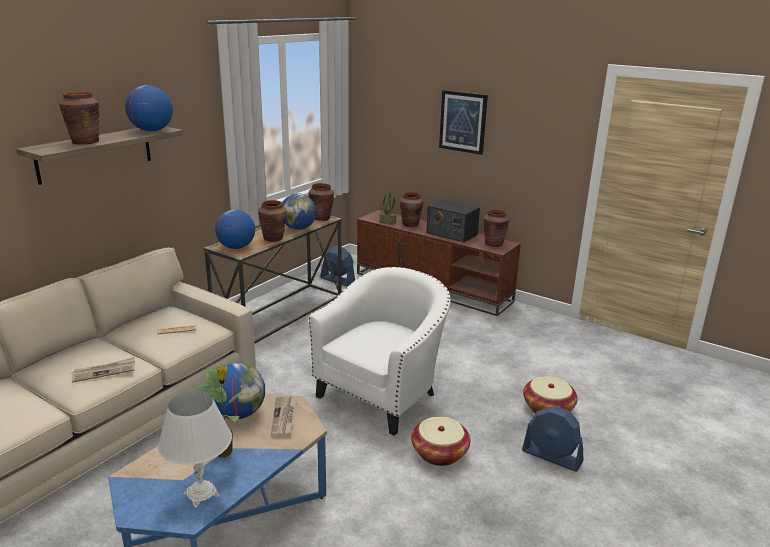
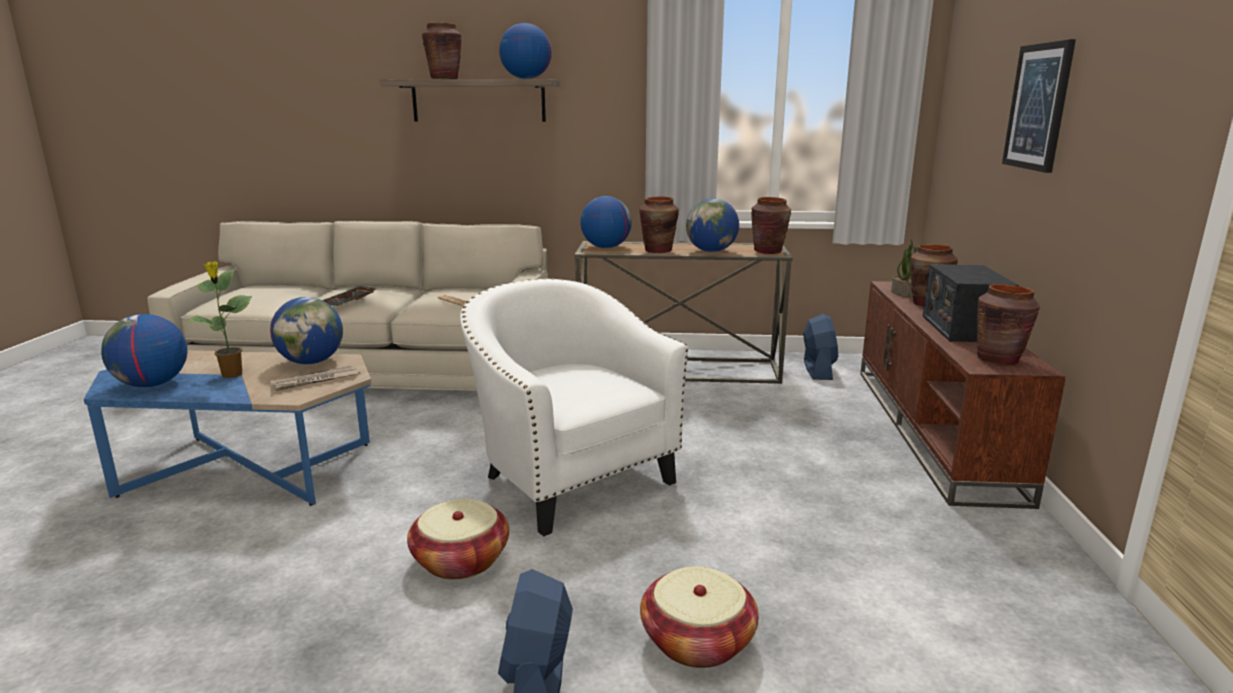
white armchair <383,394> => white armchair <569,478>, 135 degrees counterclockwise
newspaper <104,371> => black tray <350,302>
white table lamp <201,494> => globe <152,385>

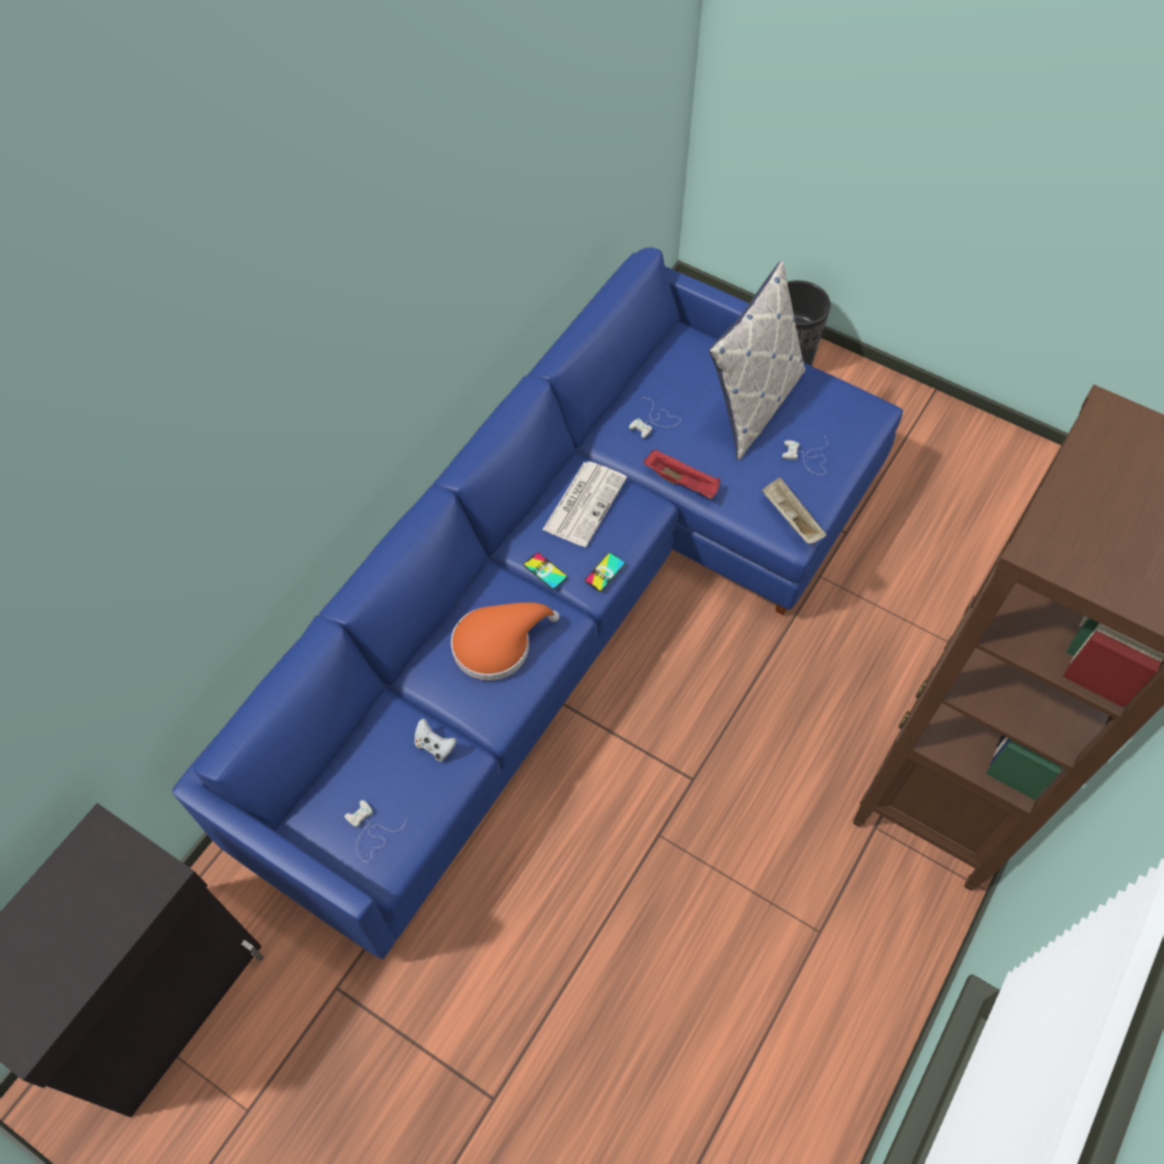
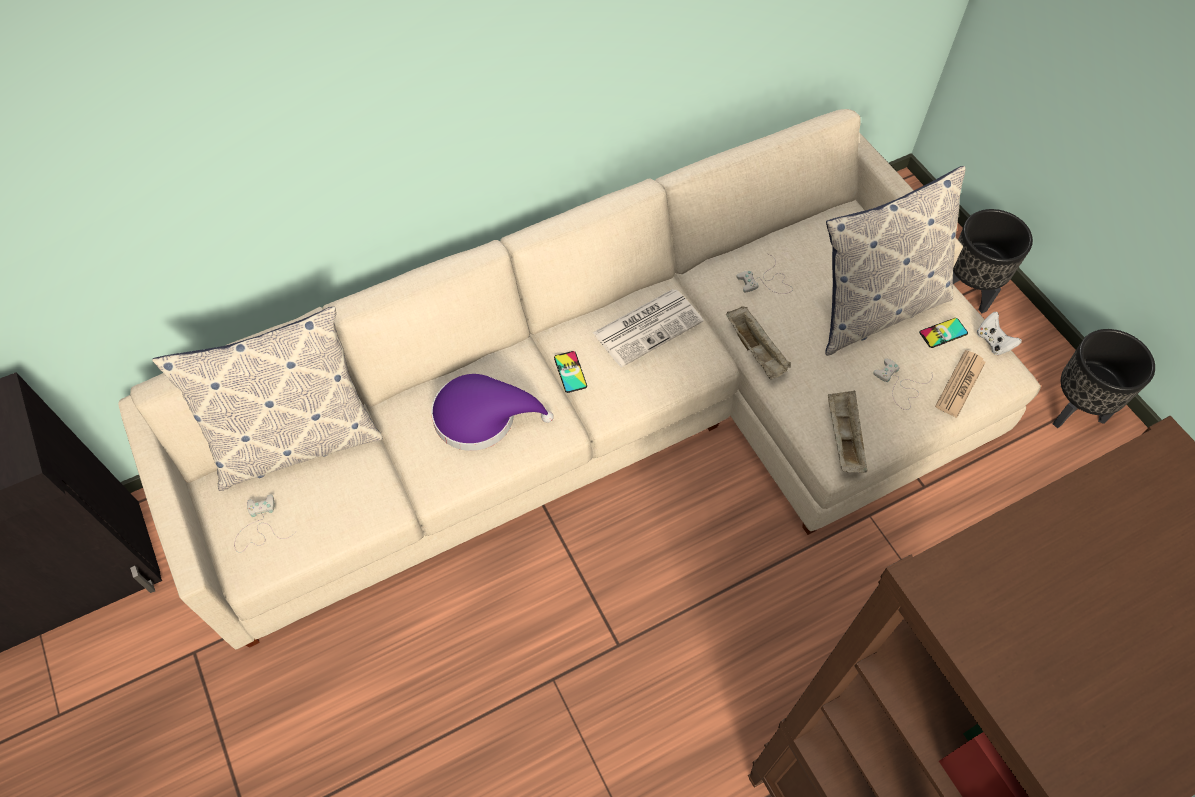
blue sofa <572,595> => beige sofa <617,414>
red tray <682,482> => beige tray <756,351>
phone <605,572> => phone <943,333>, relocated
orange hat <497,643> => purple hat <482,416>
white game controller <434,746> => white game controller <993,342>, relocated
nothing => pillow <296,442>
nothing => black planter <1075,411>
nothing => newspaper <960,384>

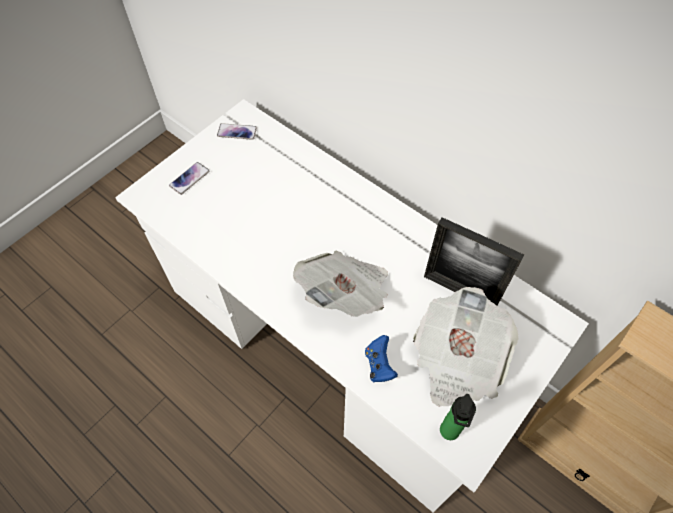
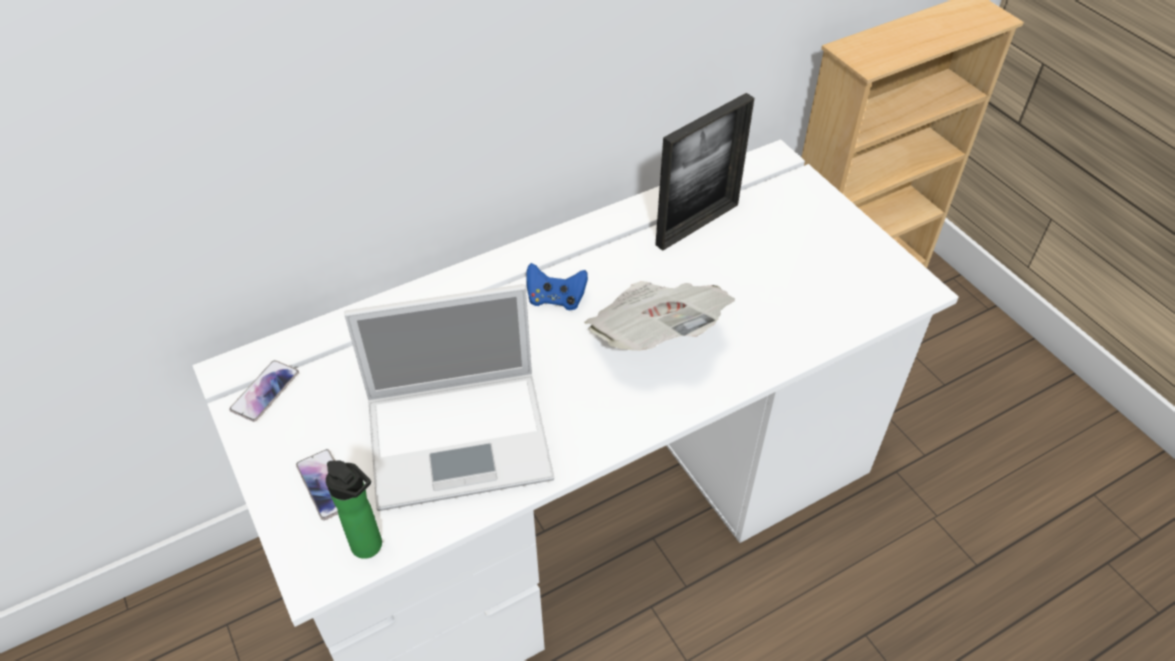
newspaper <457,360> => nothing
blue game controller <379,365> => blue game controller <556,299>, relocated
bottle <448,433> => bottle <370,548>, relocated
nothing => laptop <462,437>

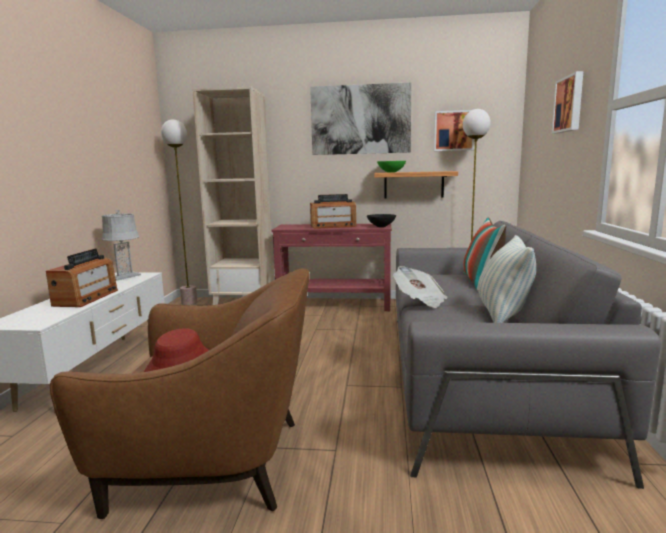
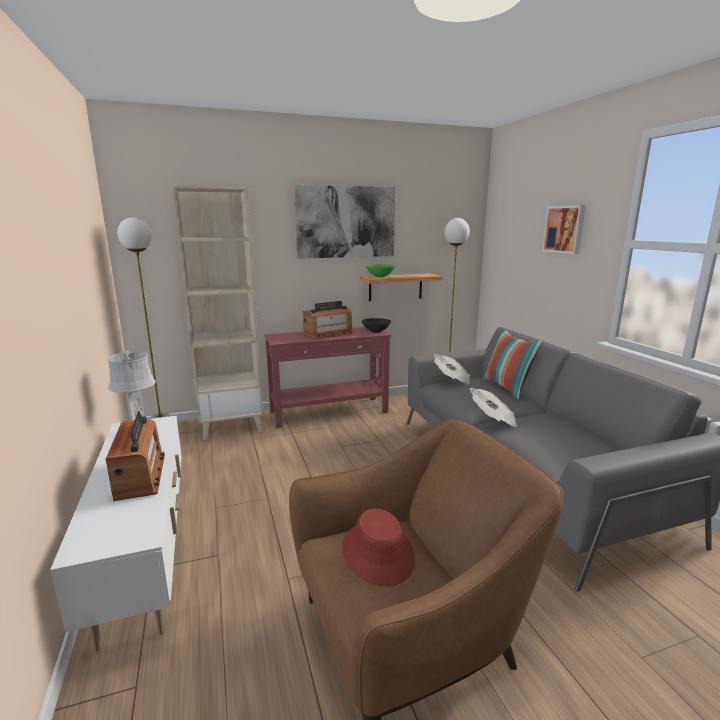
picture <453,131> => nothing
pillow <503,315> => nothing
nothing => newspaper <452,379>

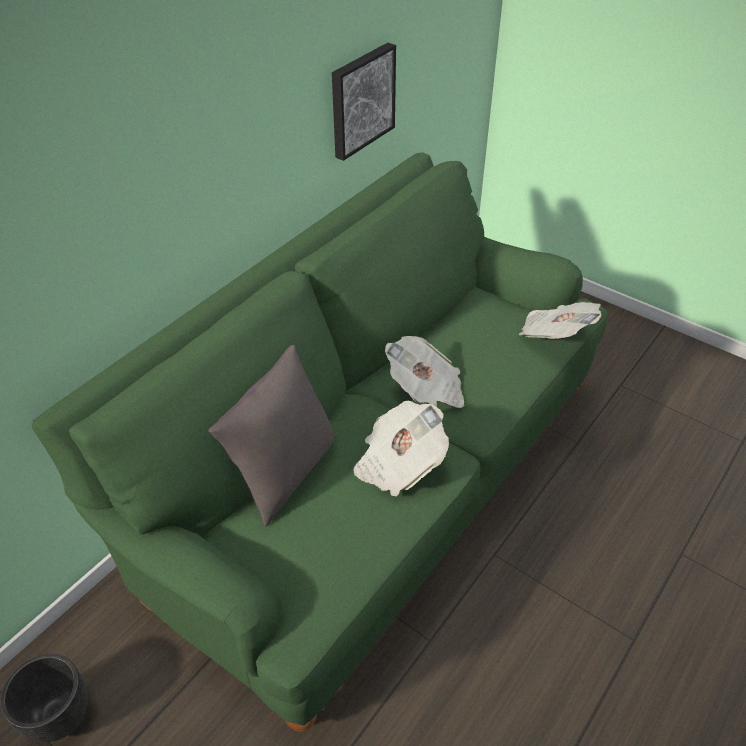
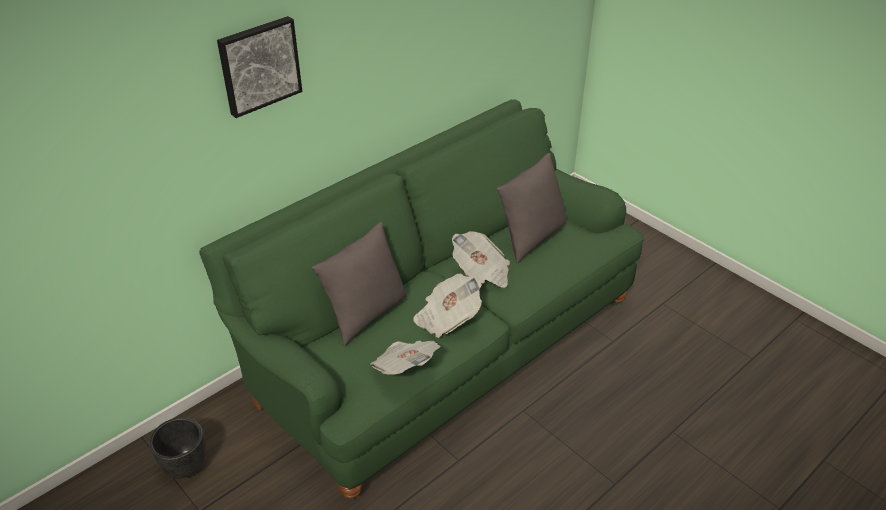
picture <361,100> => picture <259,65>, relocated
newspaper <555,335> => newspaper <405,368>, relocated
nothing => grey pillow <530,238>

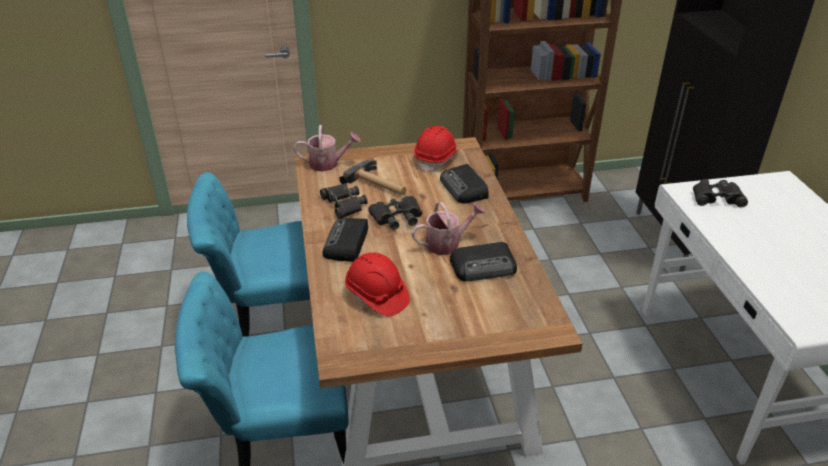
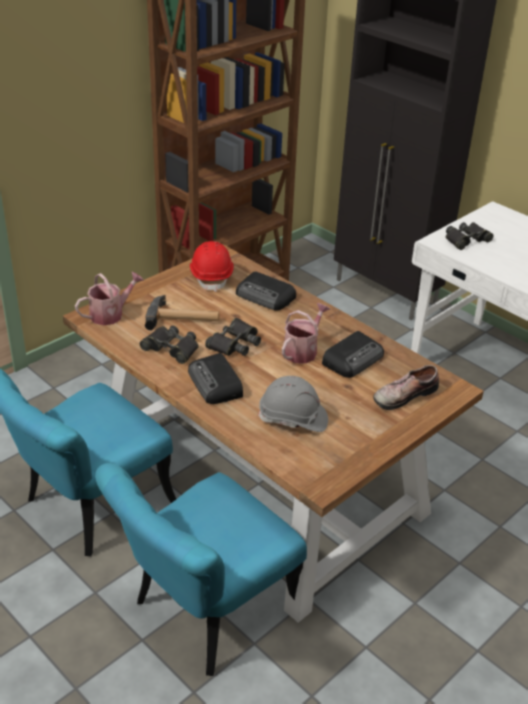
red hard hat <376,296> => grey hard hat <293,419>
nothing => shoe <403,394>

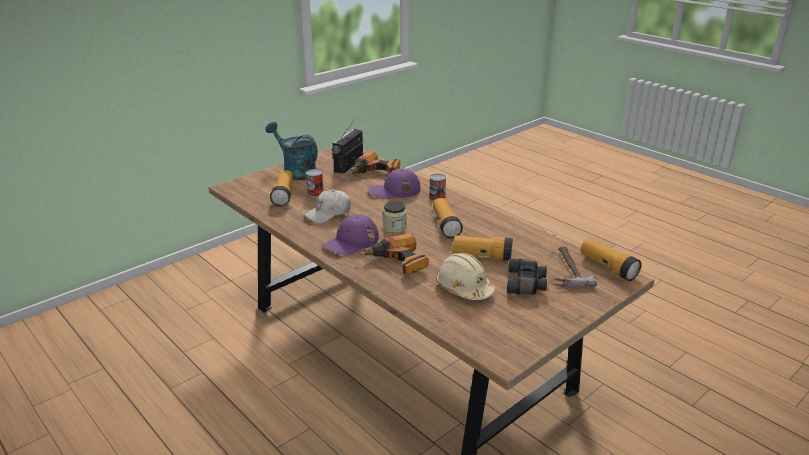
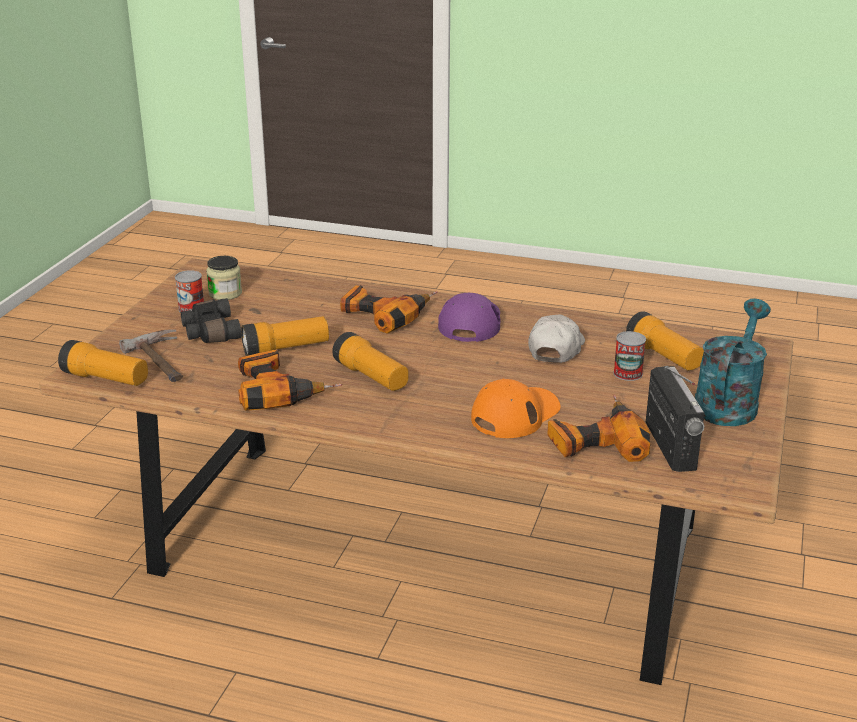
turquoise watering can <295,171> => turquoise watering can <728,402>, 75 degrees counterclockwise
purple cap <394,190> => orange cap <515,414>
can <437,197> => can <191,309>, relocated
jar <394,228> => jar <225,293>, relocated
beige hard hat <464,288> => nothing
nothing => power drill <280,390>

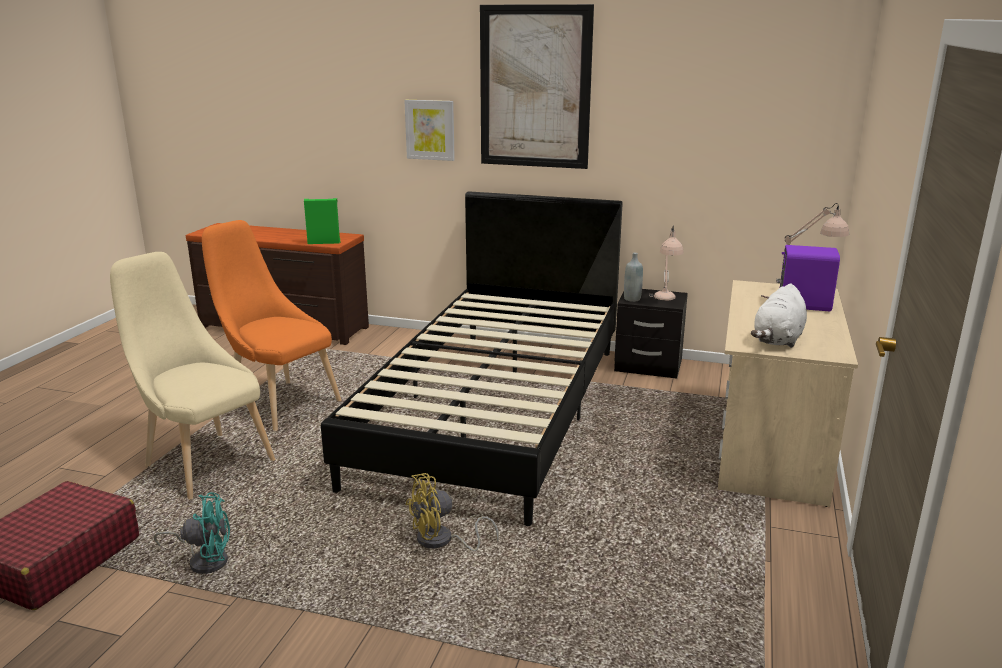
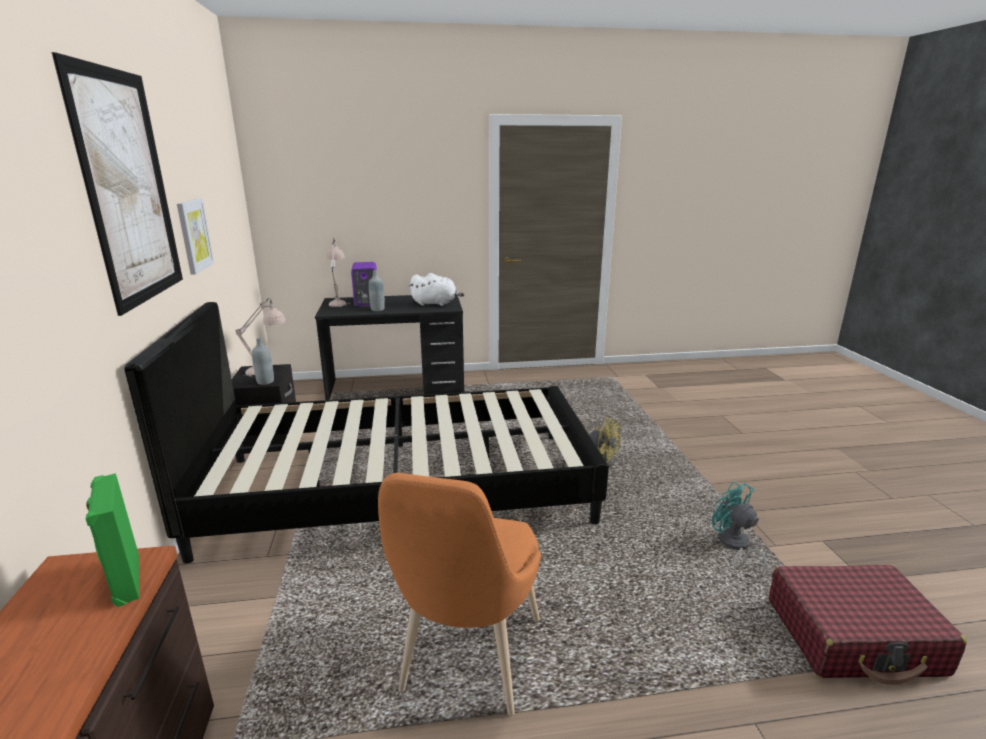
picture <430,130> => picture <194,235>, relocated
beige chair <203,461> => nothing
beige desk <771,445> => black desk <397,388>
nothing => grey bottle <377,309>

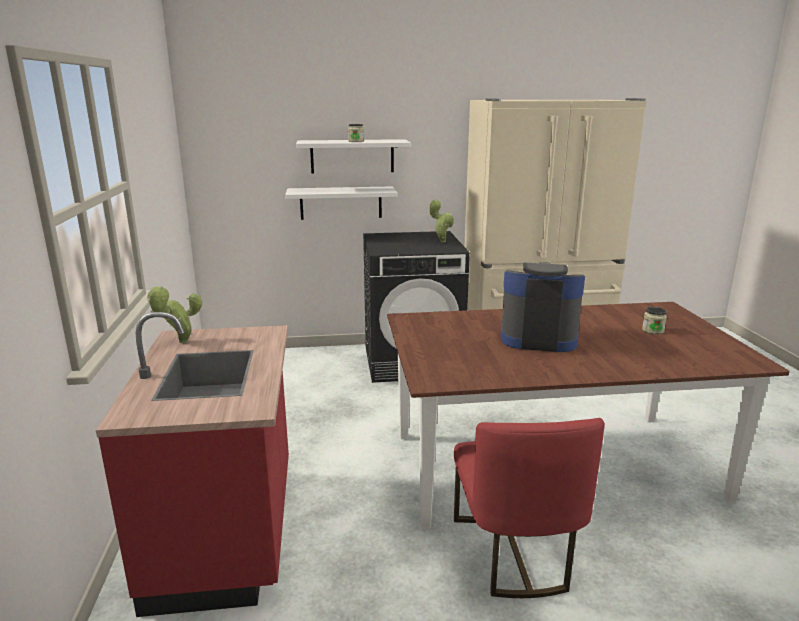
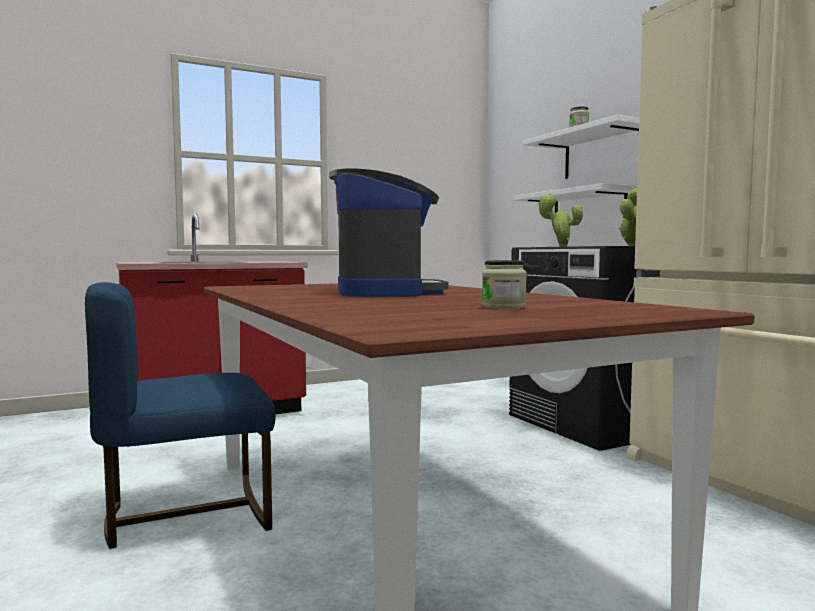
potted plant <180,342> => potted plant <560,247>, relocated
red chair <514,553> => blue chair <187,513>

